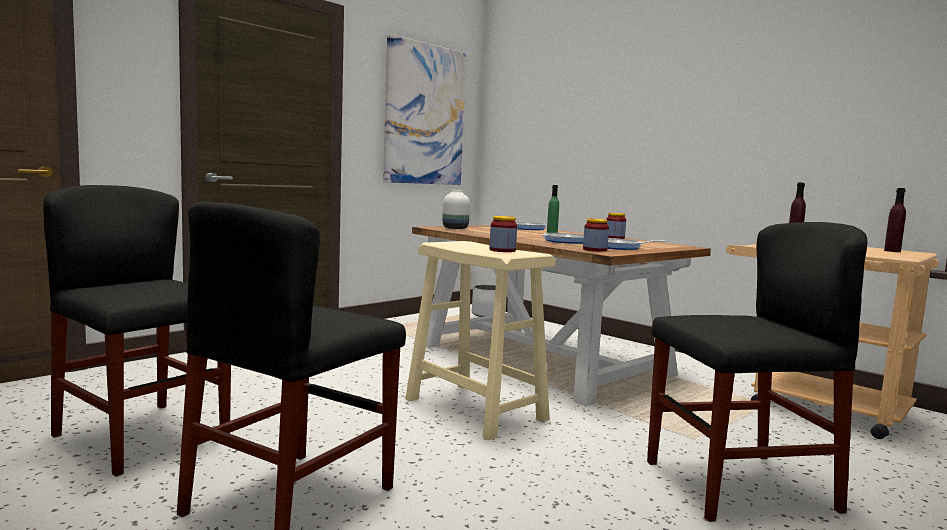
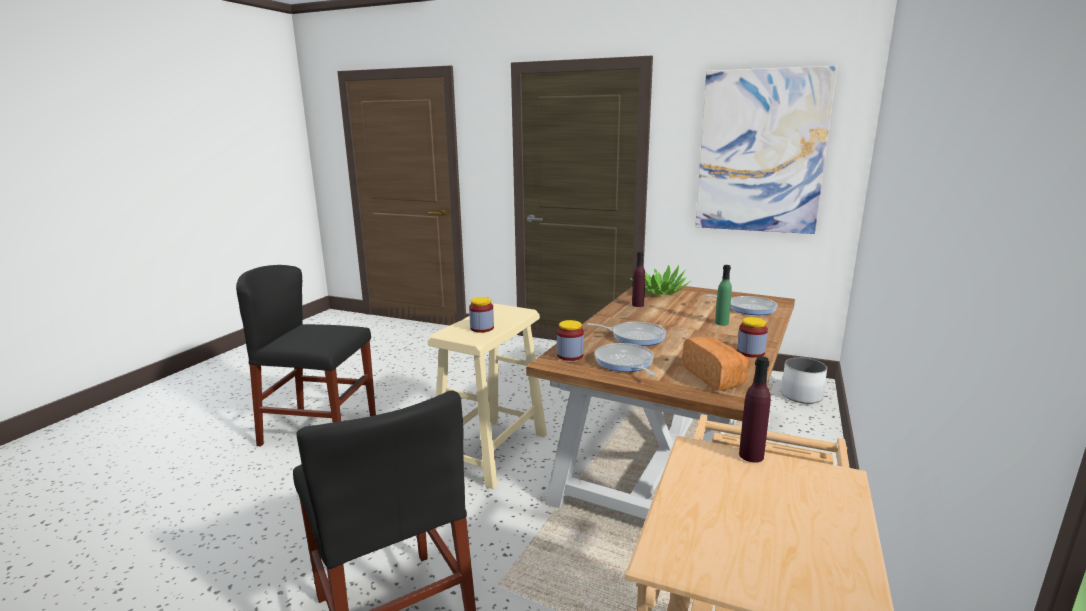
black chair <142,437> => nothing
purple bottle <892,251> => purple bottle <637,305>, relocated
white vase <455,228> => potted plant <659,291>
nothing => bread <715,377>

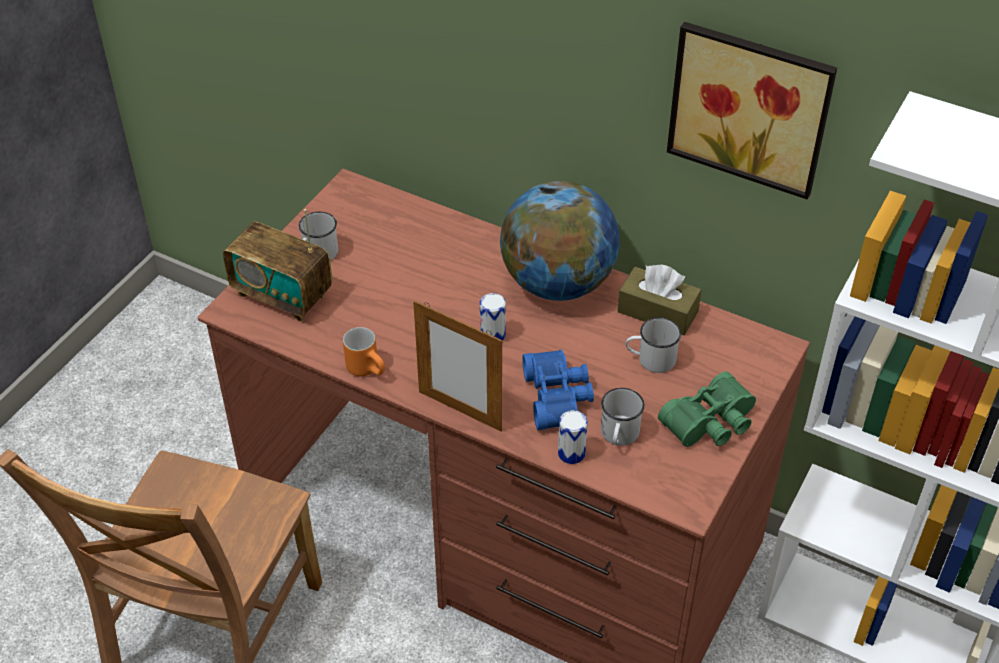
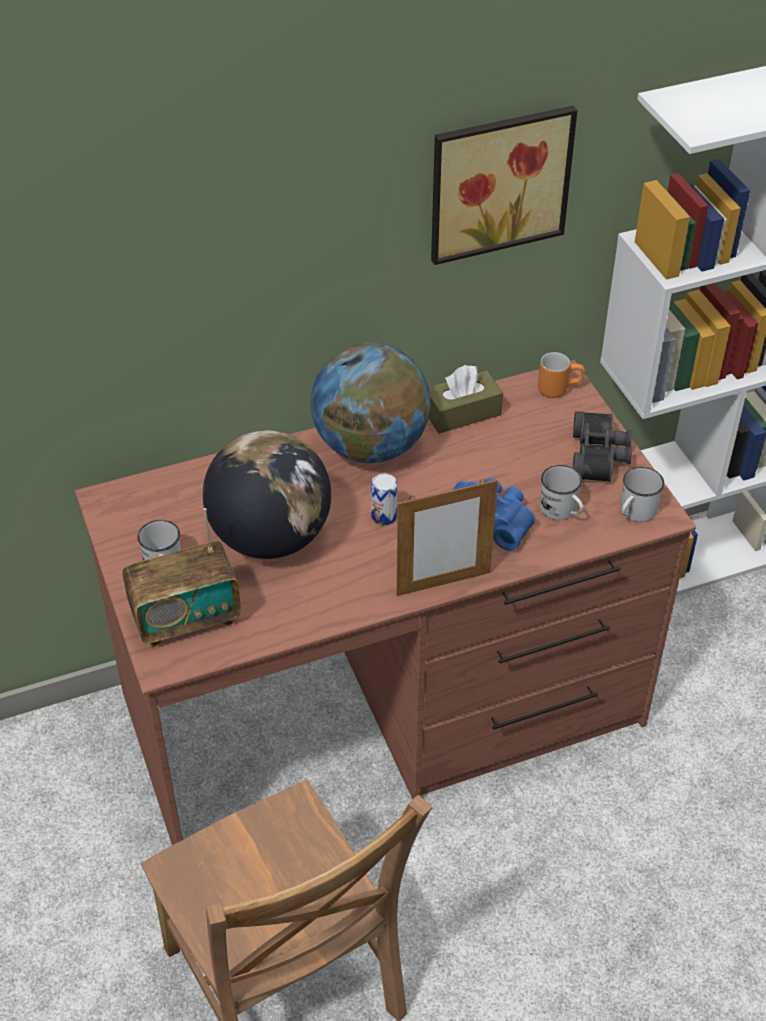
white mug <650,359> => white mug <634,512>, relocated
orange mug <369,369> => orange mug <559,388>, relocated
green binoculars <712,424> => black binoculars <600,456>
can <571,453> => nothing
nothing => globe <271,537>

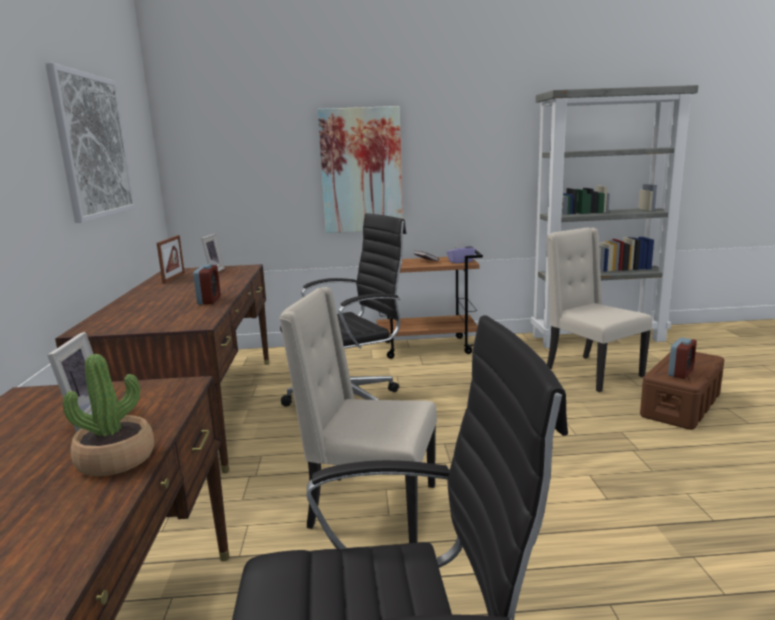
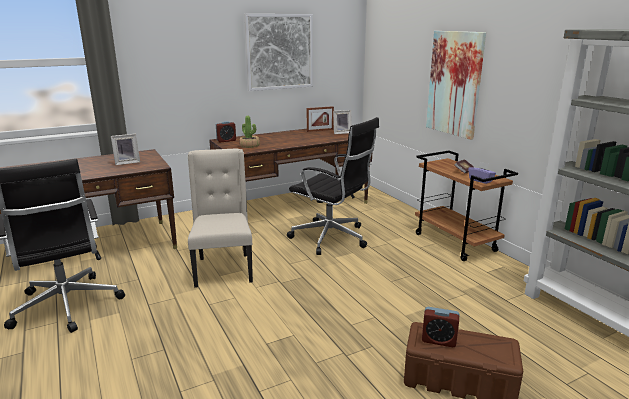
beige chair <591,372> => nothing
alarm clock <209,300> => alarm clock <226,140>, relocated
potted plant <116,459> => potted plant <249,146>, relocated

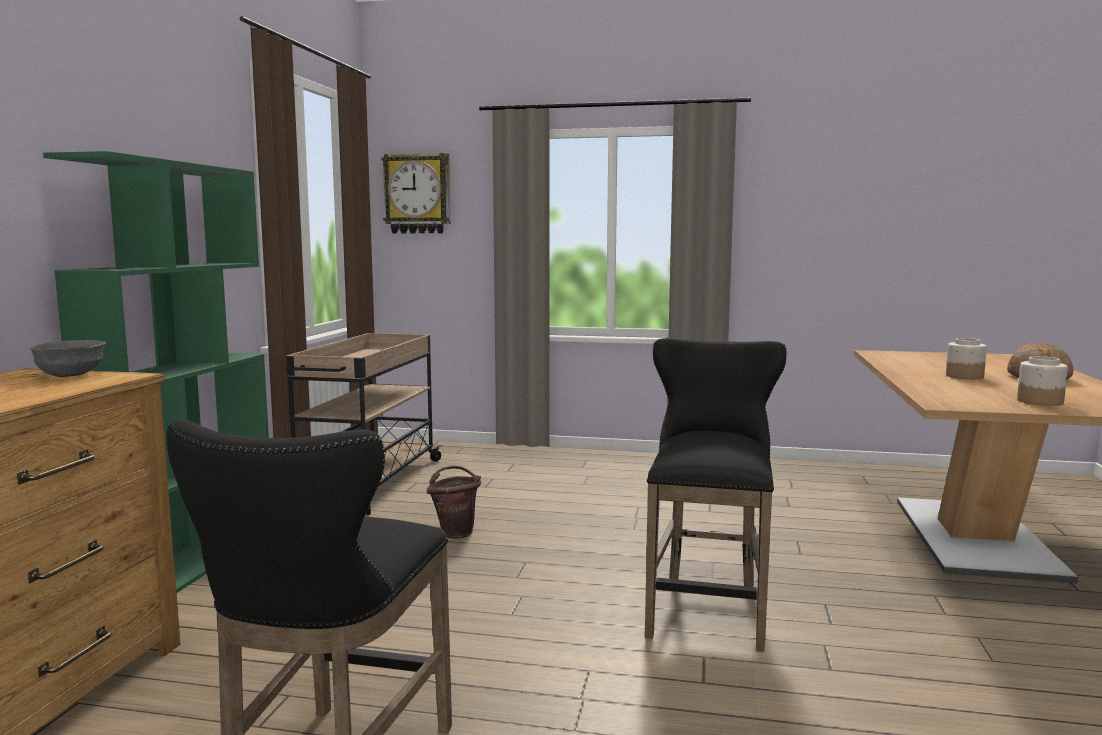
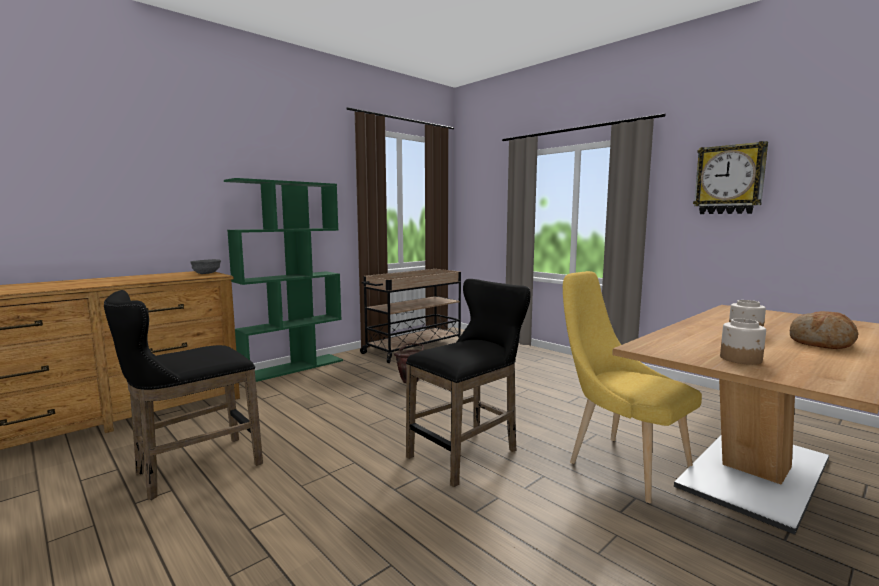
wall clock <417,194> => wall clock <729,180>, relocated
nothing => yellow chair <621,463>

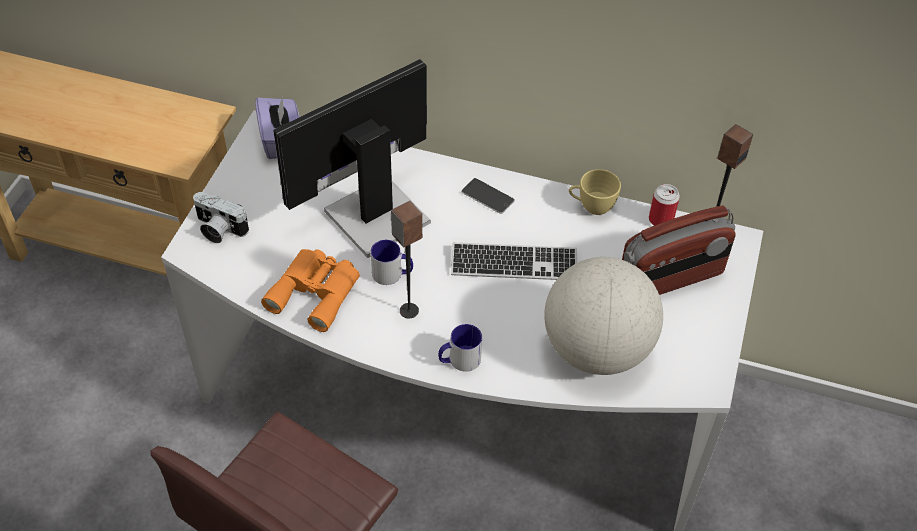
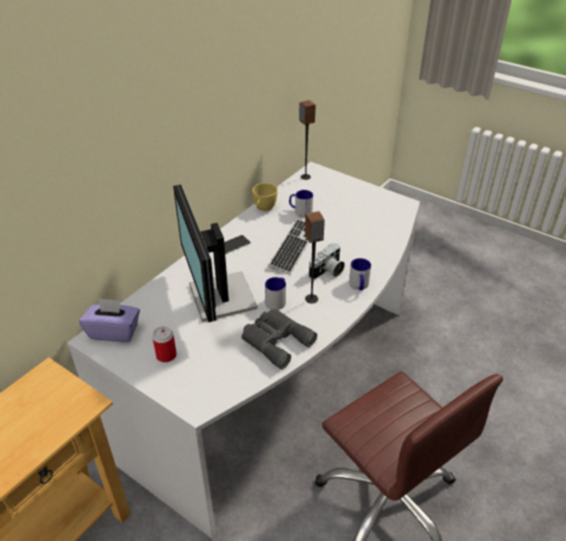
can <660,220> => can <166,355>, relocated
photo camera <218,229> => photo camera <327,272>, relocated
radio <670,279> => nothing
orange binoculars <316,291> => grey binoculars <275,340>
globe <596,349> => nothing
nothing => mug <300,211>

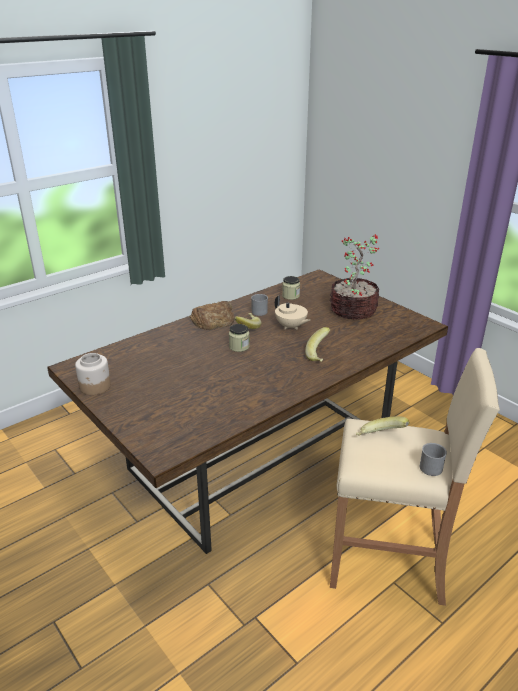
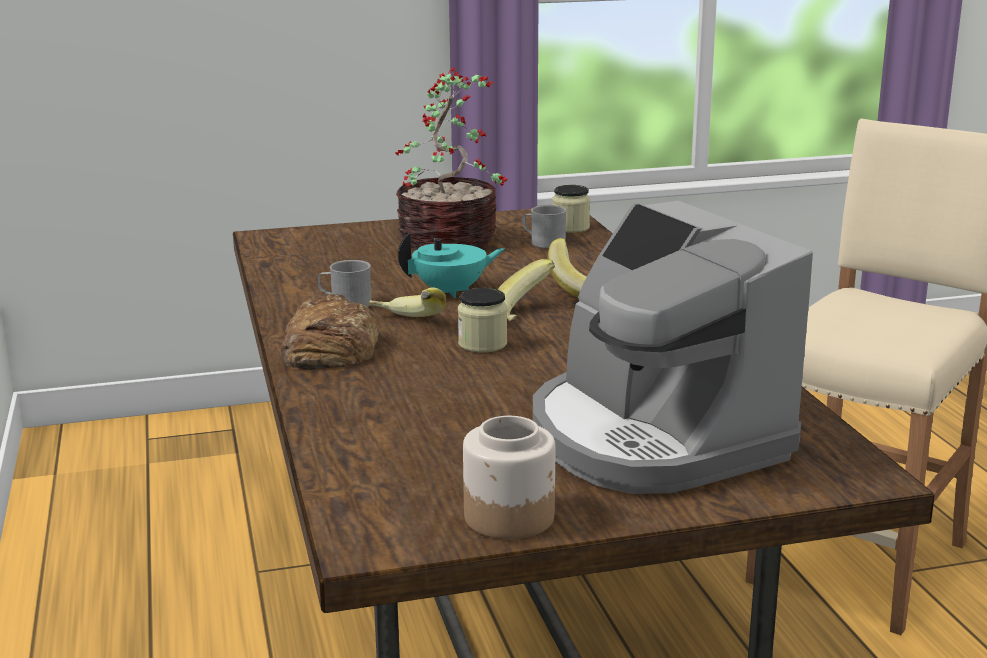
jar <290,296> => jar <570,227>, relocated
beige teapot <291,326> => turquoise teapot <451,292>
banana <380,438> => banana <524,316>, relocated
grey mug <430,465> => grey mug <543,242>, relocated
nothing => coffee machine <653,438>

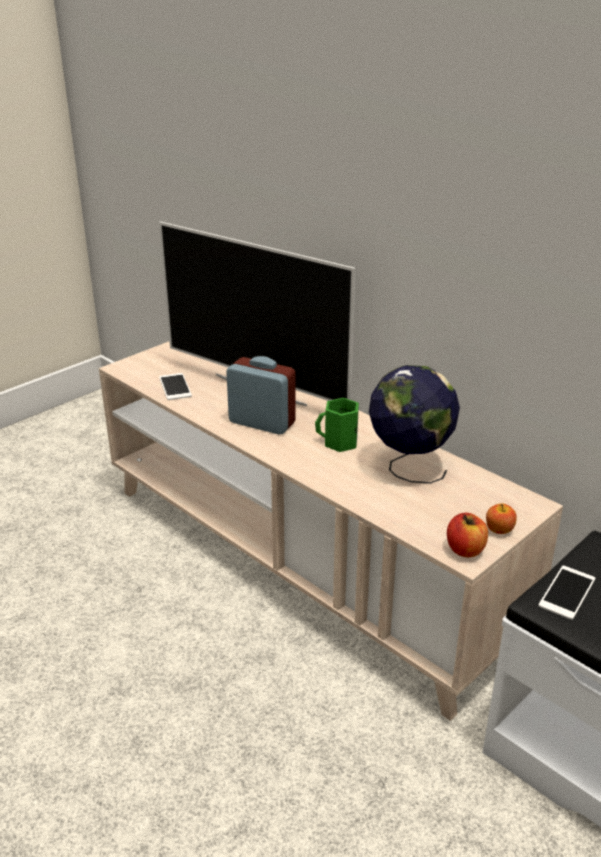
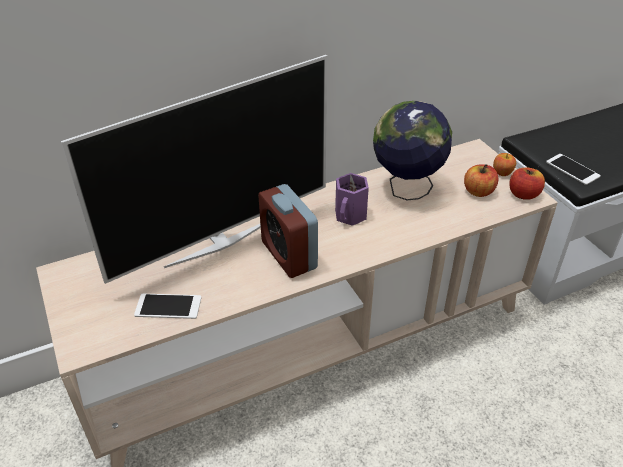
alarm clock <262,422> => alarm clock <289,255>, 75 degrees counterclockwise
green mug <339,443> => purple mug <351,215>
nothing => apple <478,191>

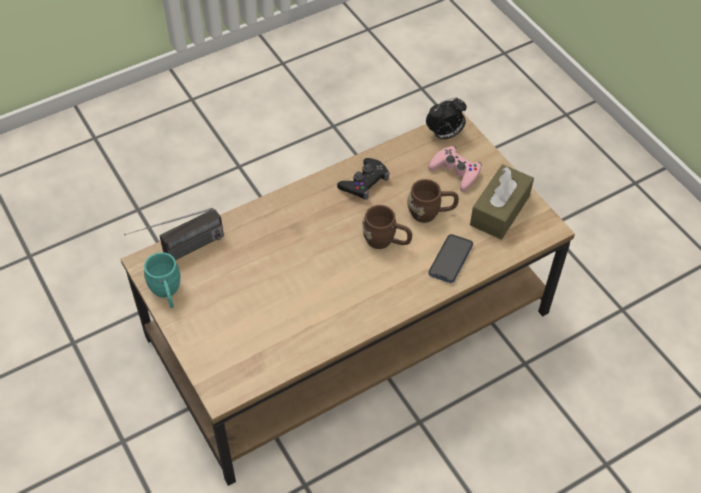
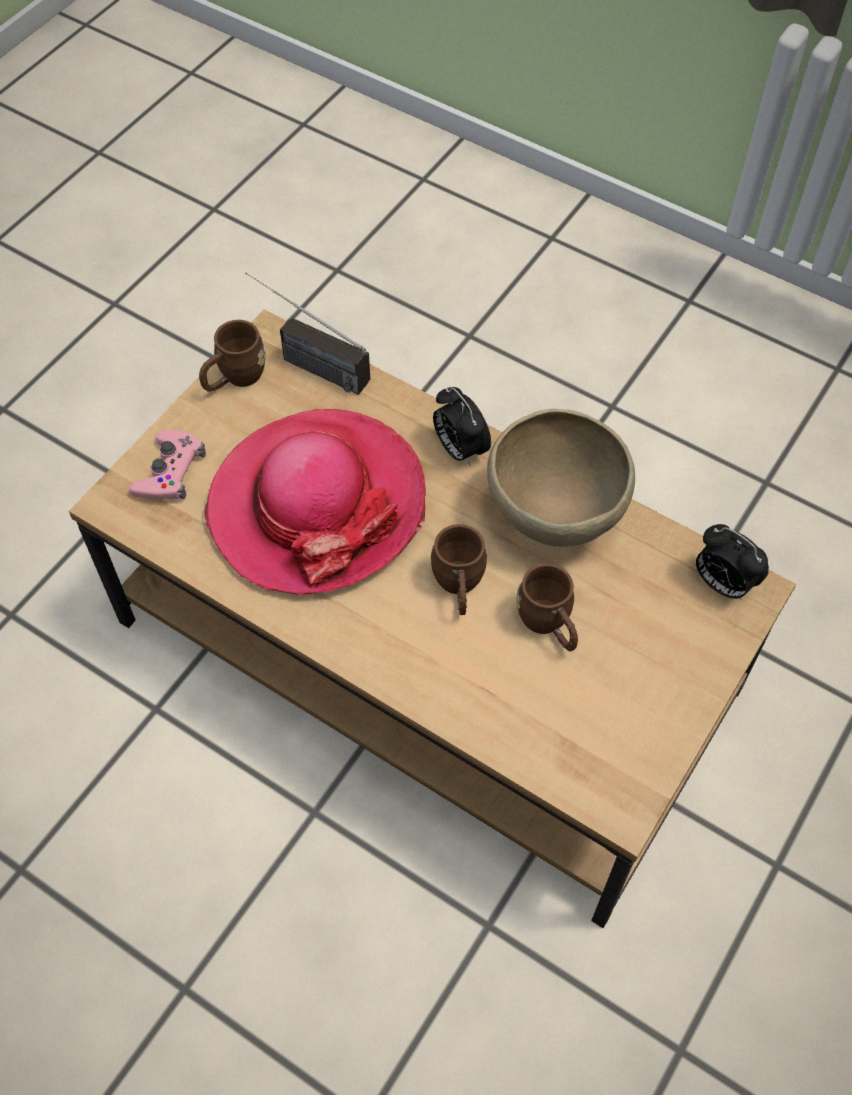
pink game controller <455,172> => pink game controller <170,472>, relocated
black game controller <364,182> => brown bowl <553,515>
brown tissue box <500,210> => nothing
phone <450,259> => nothing
turquoise mug <167,293> => brown mug <234,379>
nothing => alarm clock <459,449>
nothing => hat <317,505>

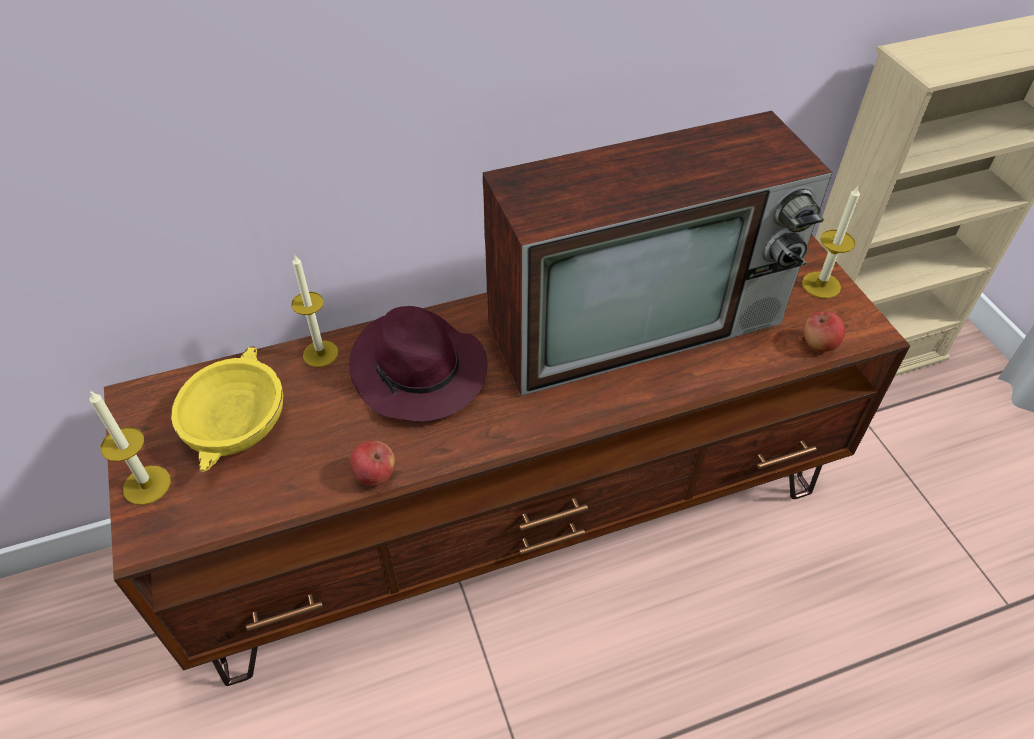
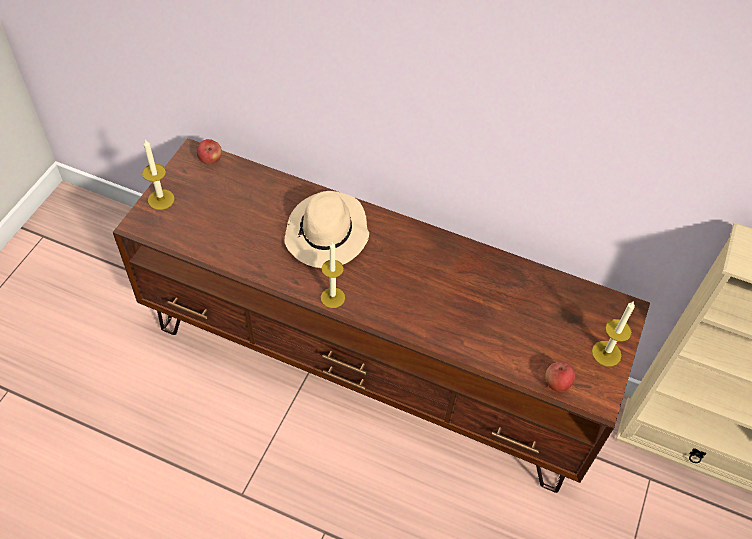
television <639,321> => nothing
candle <320,354> => candle <332,297>, relocated
purple hat <420,372> => beige hat <327,234>
yellow bowl <237,425> => nothing
apple <375,475> => apple <210,160>, relocated

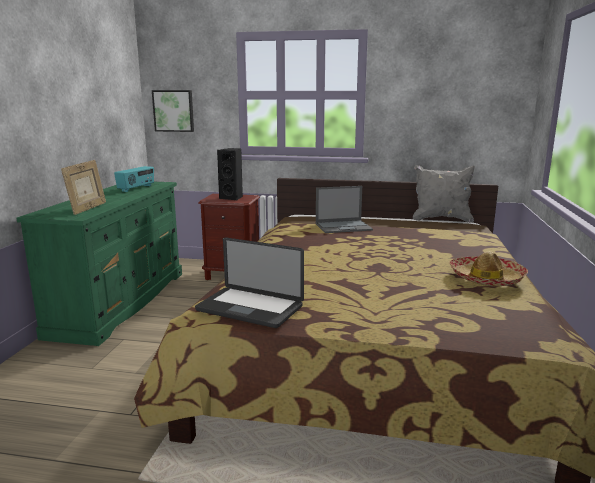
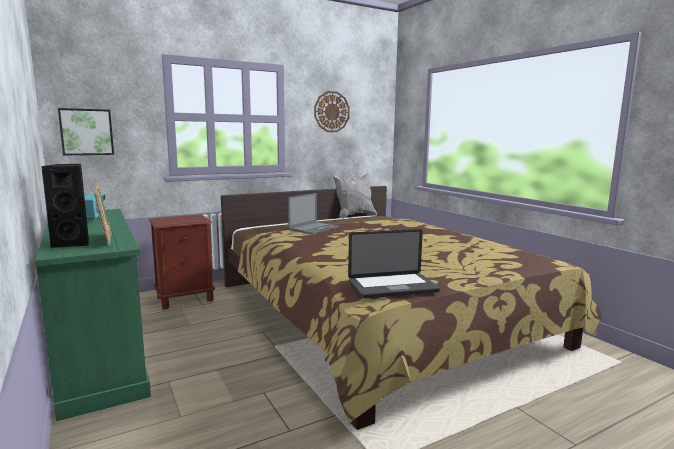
black speaker <232,198> => black speaker <73,243>, relocated
hat <486,279> => nothing
nothing => wall clock <331,112>

